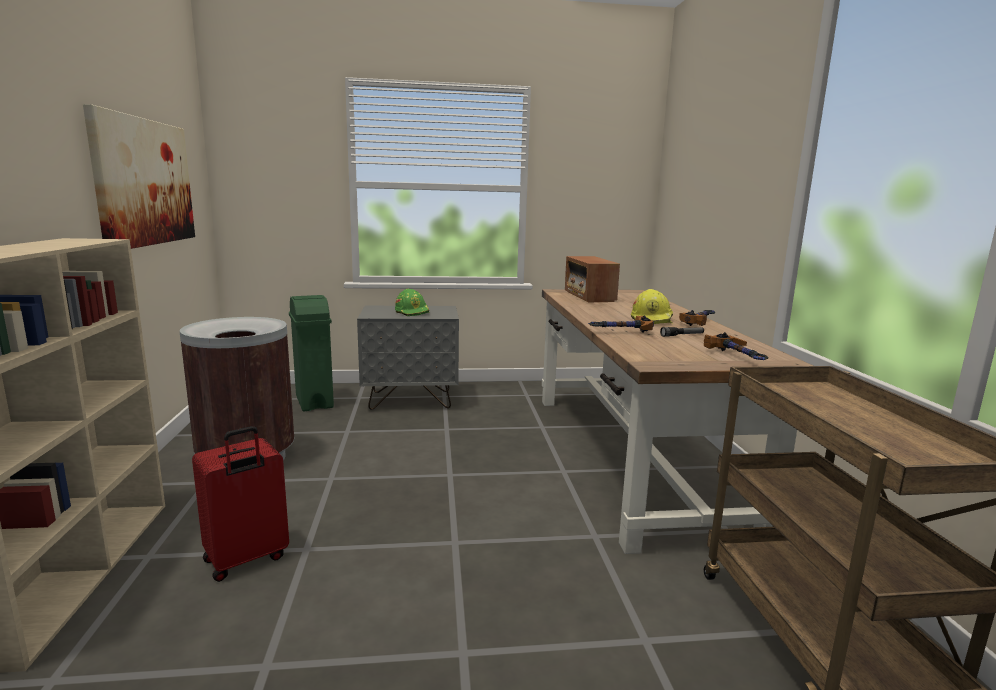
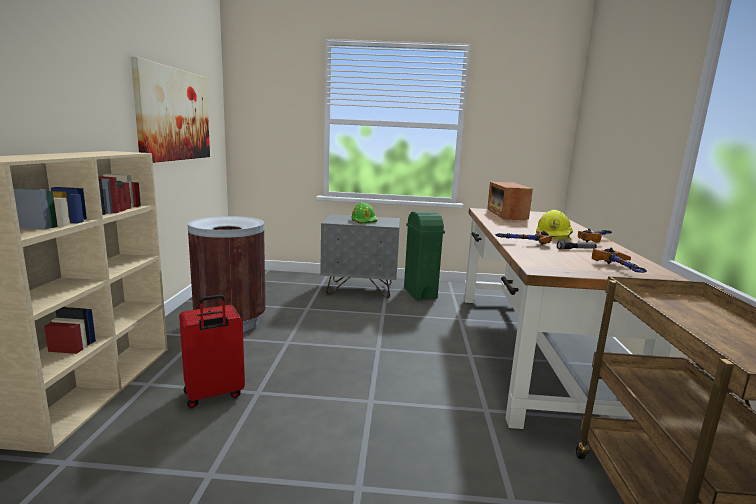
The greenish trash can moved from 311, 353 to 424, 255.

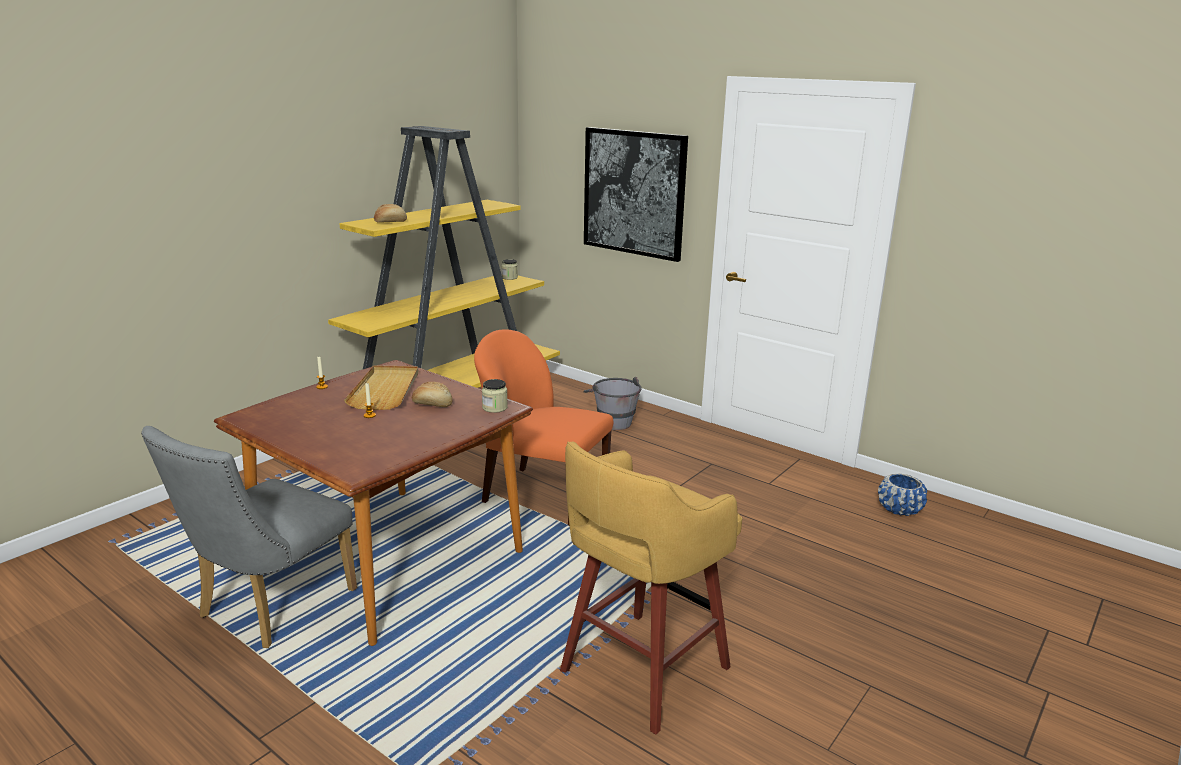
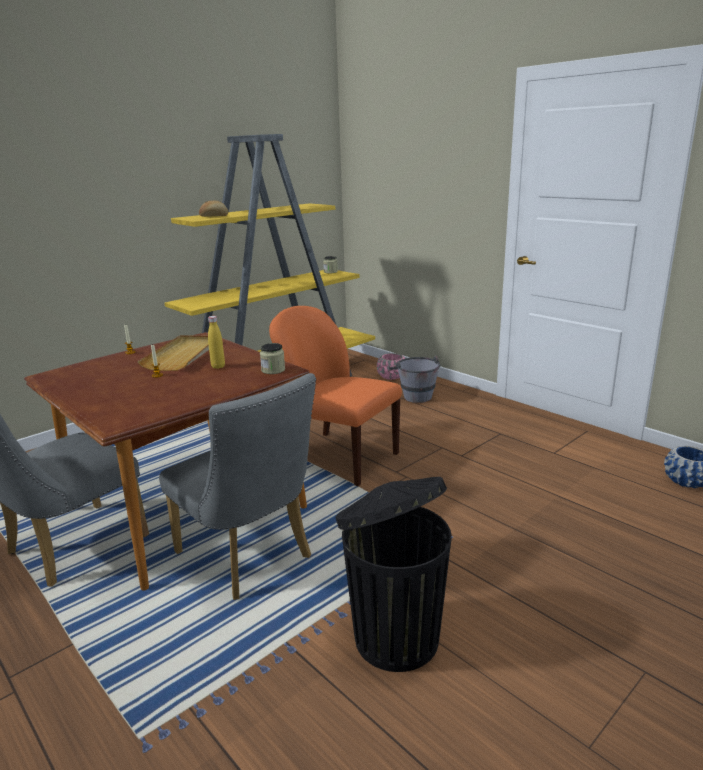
The wall art at 636, 194 disappeared.
The baked bread at 432, 394 was replaced by the yellow beverage bottle at 216, 342.
The yellow sitting stool at 651, 588 was replaced by the black-coloured trash can at 394, 574.
The pinkish flower pot at 391, 366 appeared.
The greyish upright chair at 237, 486 appeared.

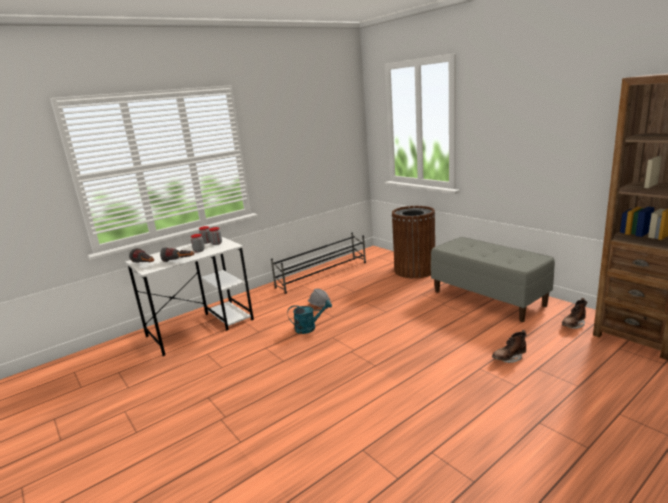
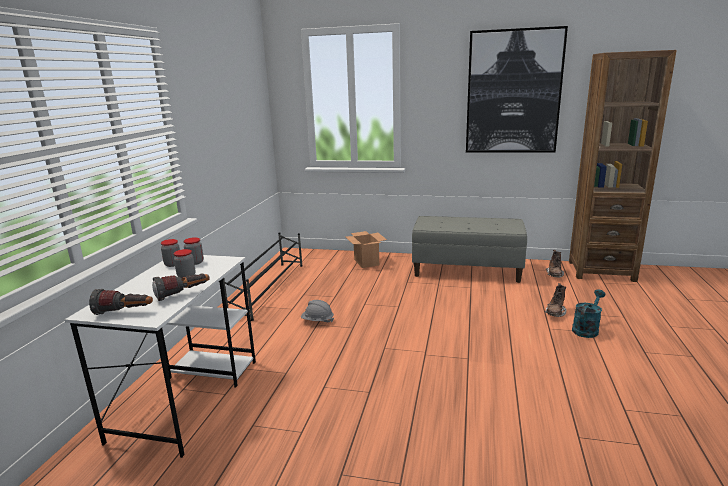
The brown trash can at 413, 242 was replaced by the carton at 366, 249.
The turquoise-coloured watering pot moved from 309, 317 to 589, 313.
The wall art at 517, 89 appeared.

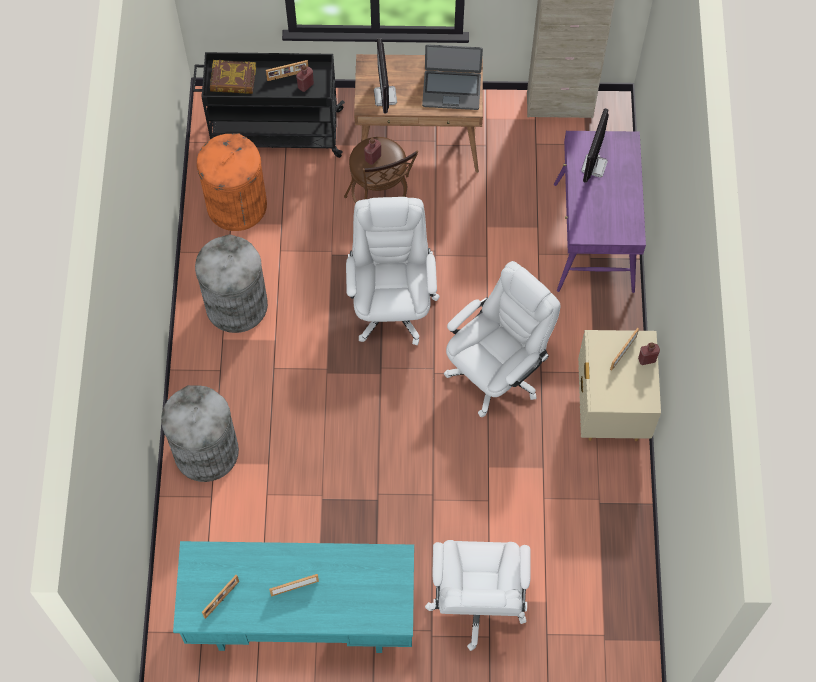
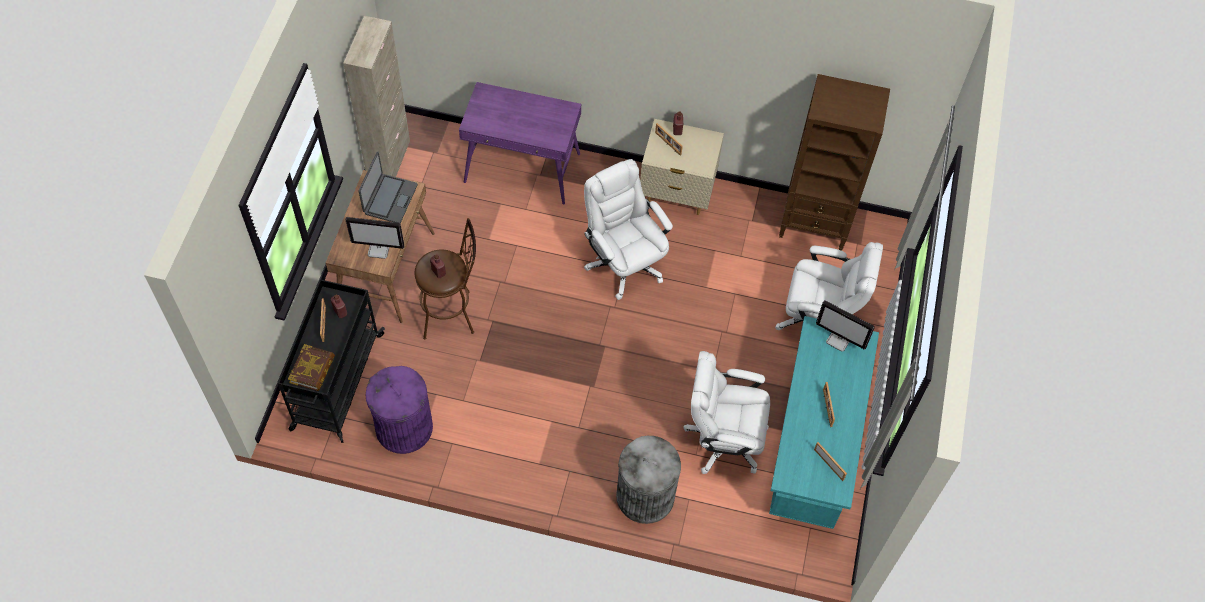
The monitor moved from 595, 145 to 845, 326.
The orange trash can at 232, 182 became the purplish trash can at 399, 410.
The white-coloured office chair moved from 393, 271 to 727, 412.
The greyish trash can at 231, 283 disappeared.
The brown bookshelf at 834, 162 appeared.

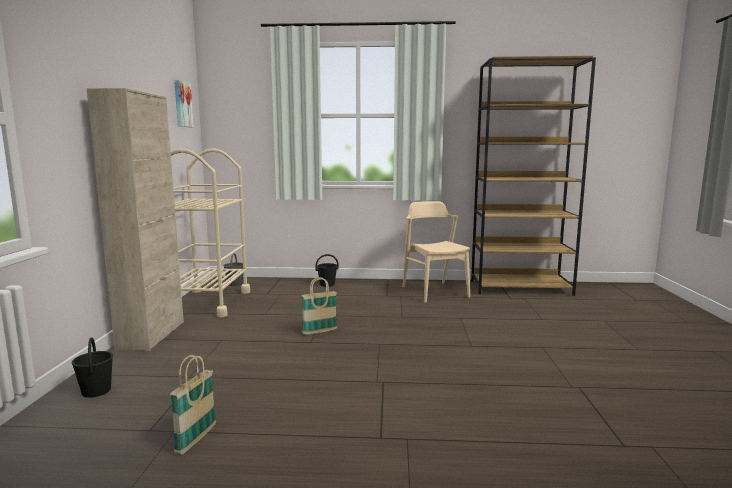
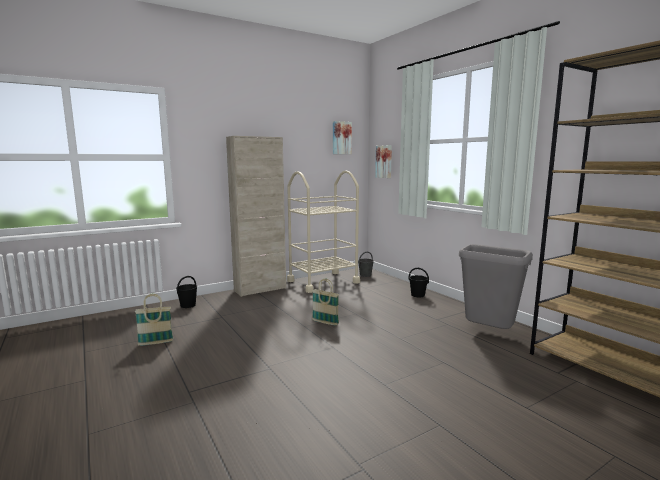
The beige upright chair at 436, 252 was replaced by the greyish trash can at 496, 286.
The wall art at 383, 161 appeared.

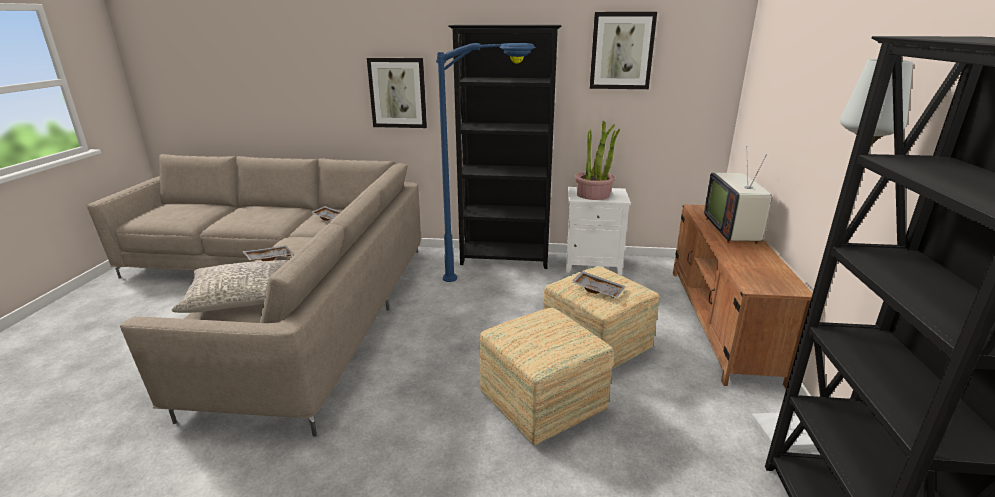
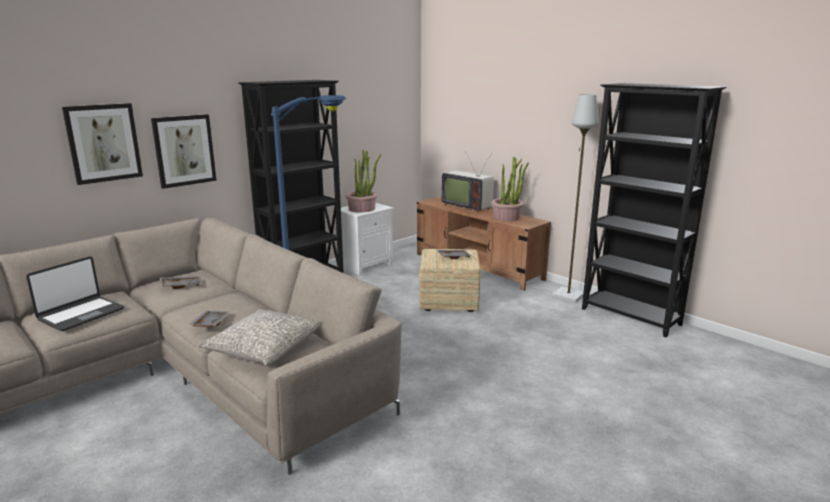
The wall art moved from 623, 50 to 102, 144.
The ottoman at 546, 376 disappeared.
The houseplant at 510, 189 appeared.
The notebook computer at 75, 293 appeared.

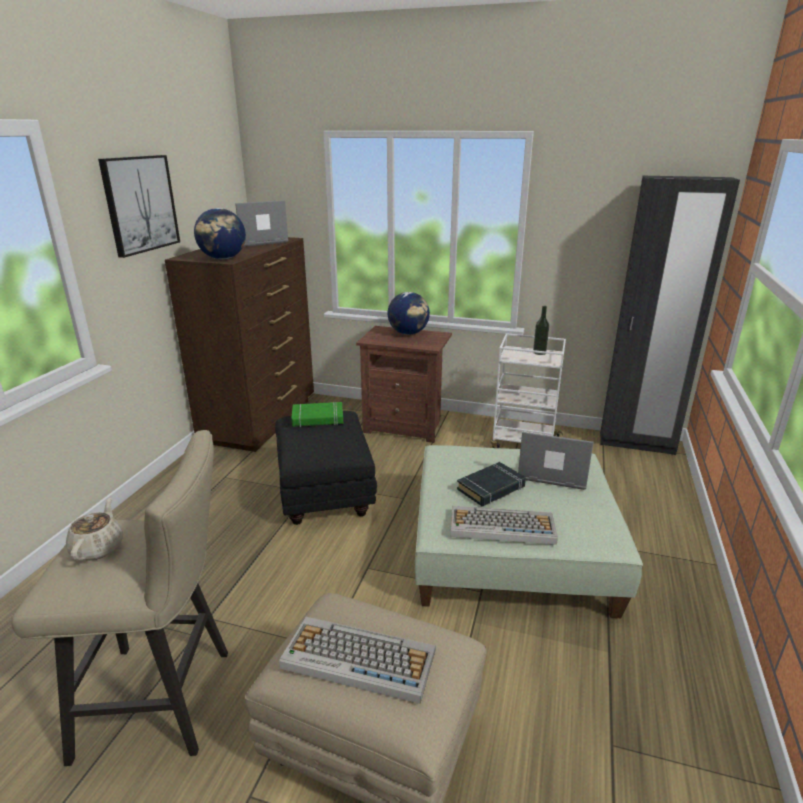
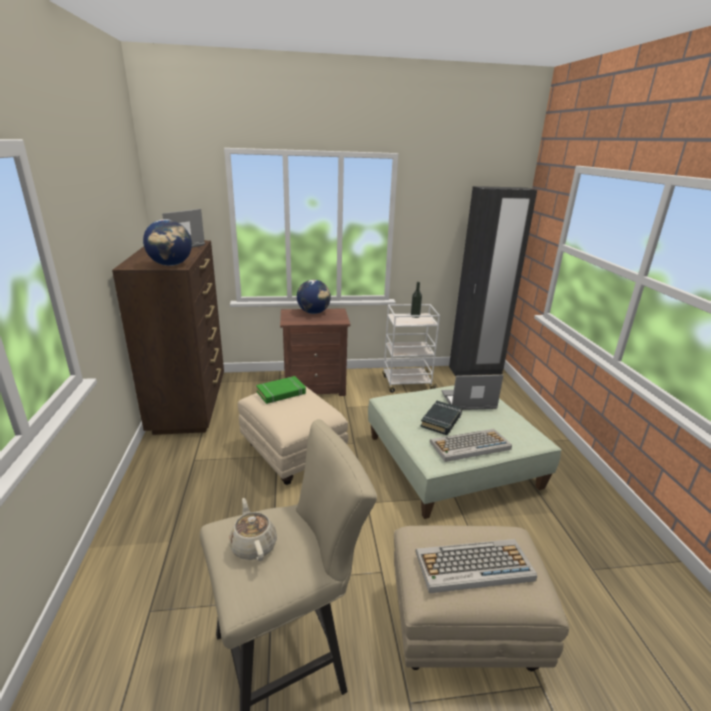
The wall art at 139, 206 disappeared.
The black-coloured ottoman at 326, 468 became the beige ottoman at 293, 434.

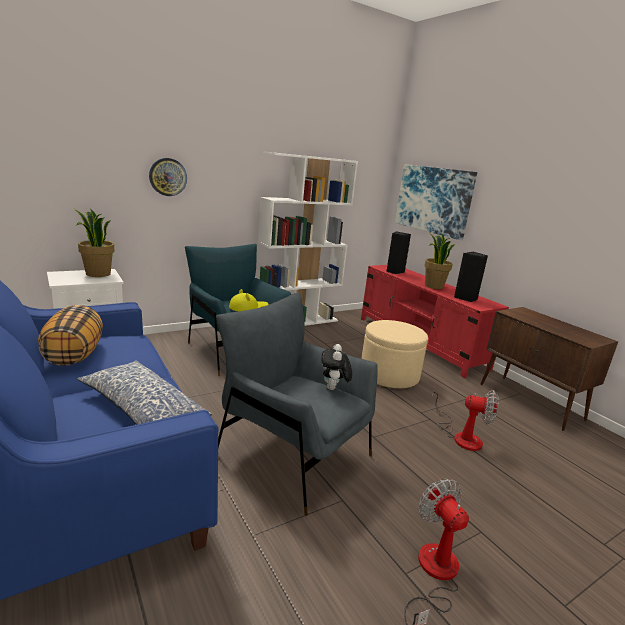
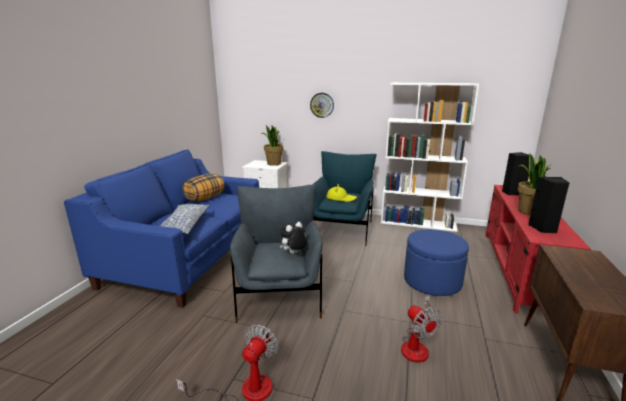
The wall art at 436, 202 disappeared.
The beige ottoman at 394, 354 became the bluish ottoman at 436, 262.

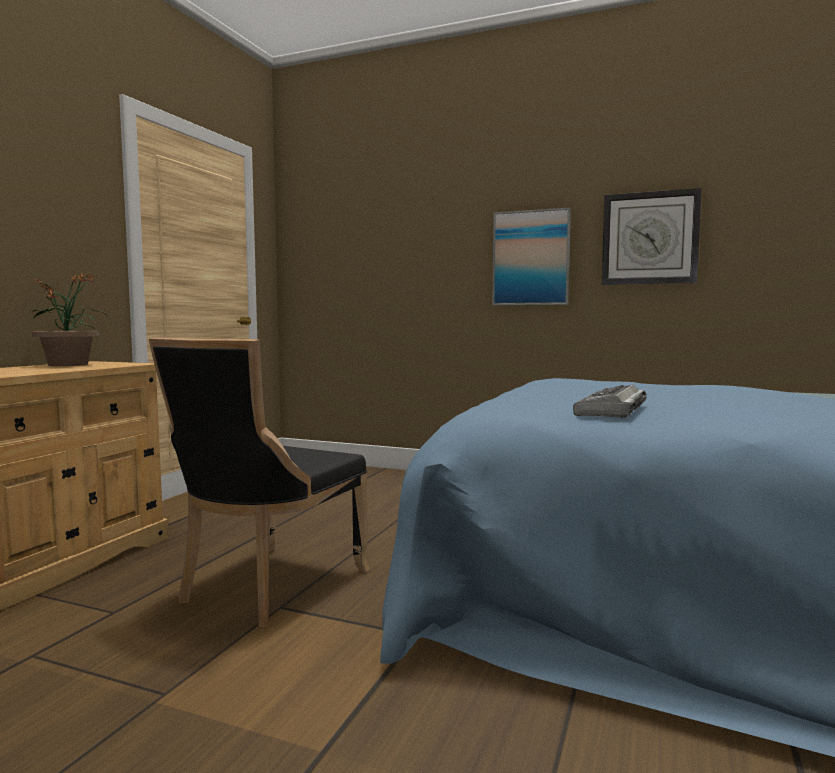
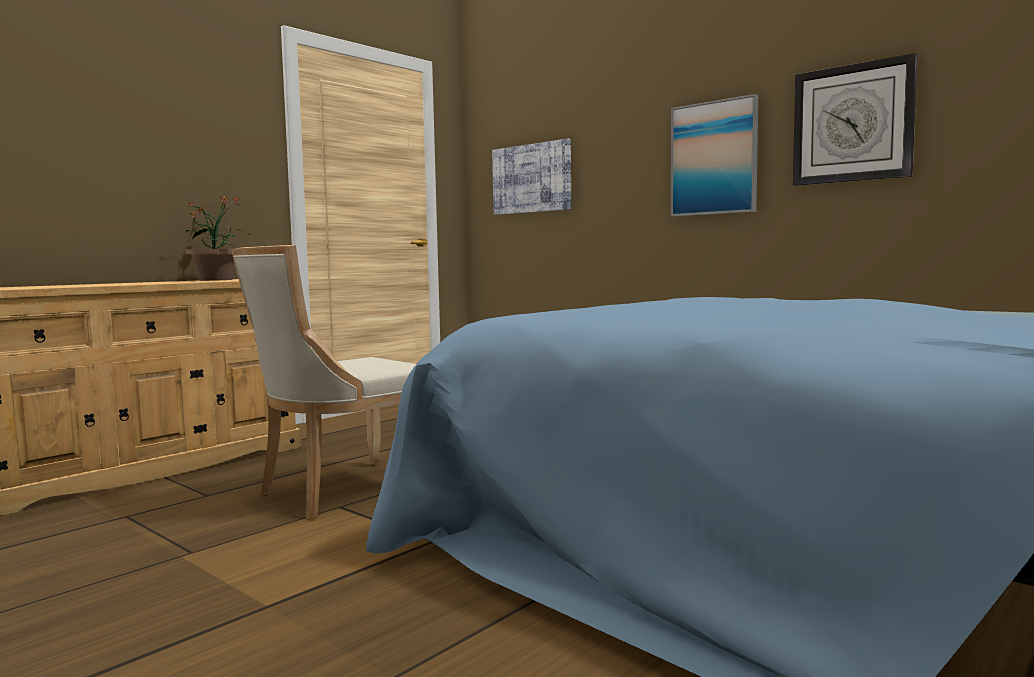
The black-coloured upright chair at 259, 482 became the beige upright chair at 323, 382.
The PC keyboard at 610, 401 disappeared.
The wall art at 531, 177 appeared.

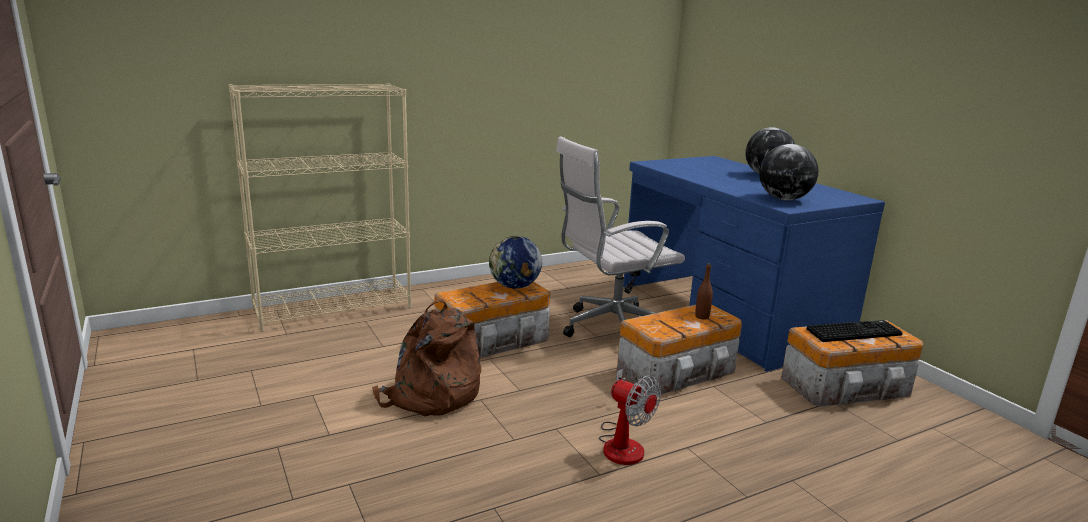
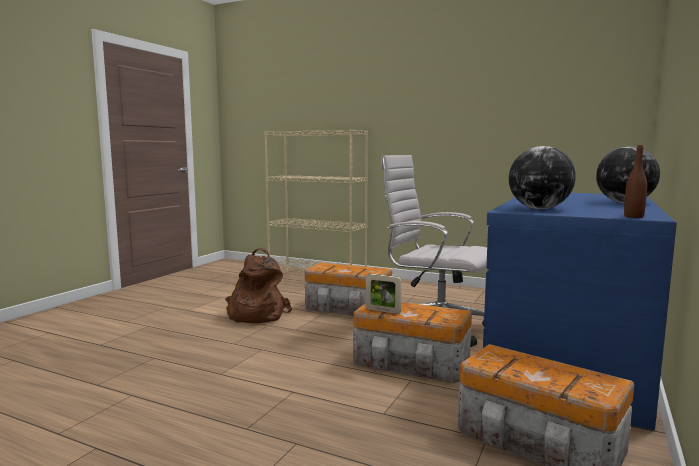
The globe at 515, 262 disappeared.
The brown beverage bottle moved from 704, 291 to 635, 181.
The PC keyboard at 855, 331 disappeared.
The electric fan at 630, 417 disappeared.
The photo frame at 384, 294 appeared.

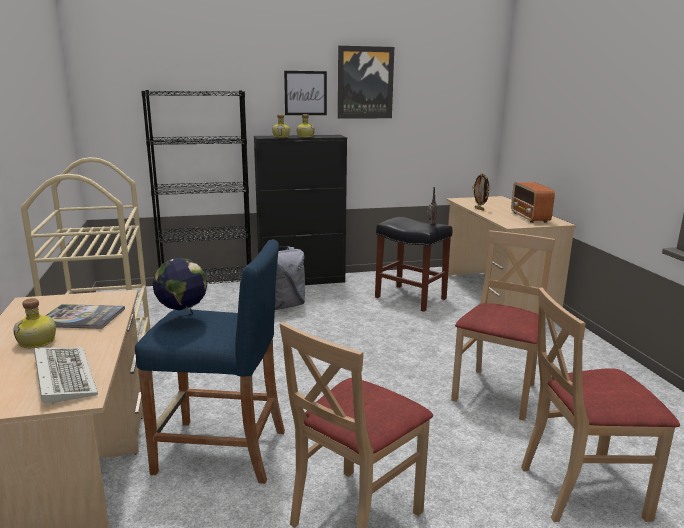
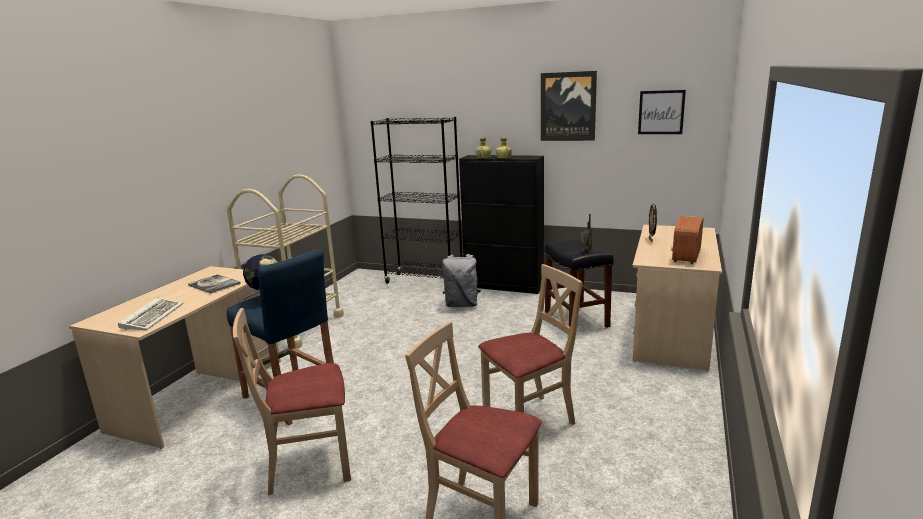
The wall art moved from 305, 93 to 662, 112.
The beverage bottle at 35, 323 disappeared.

